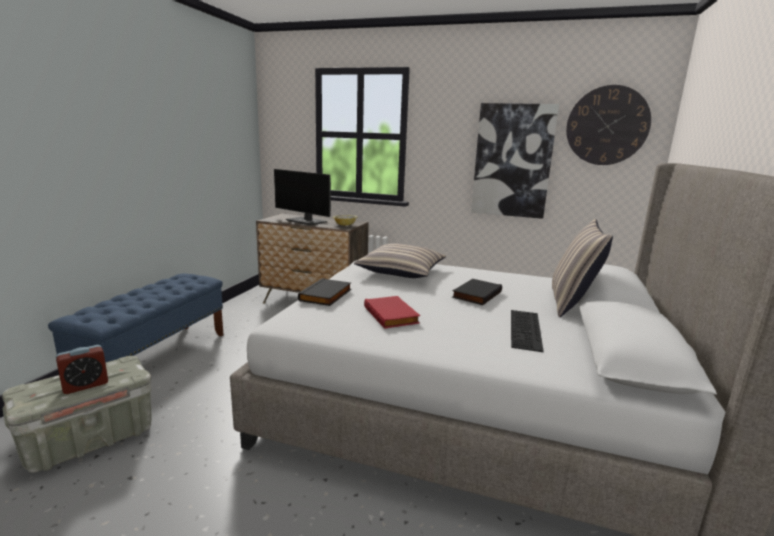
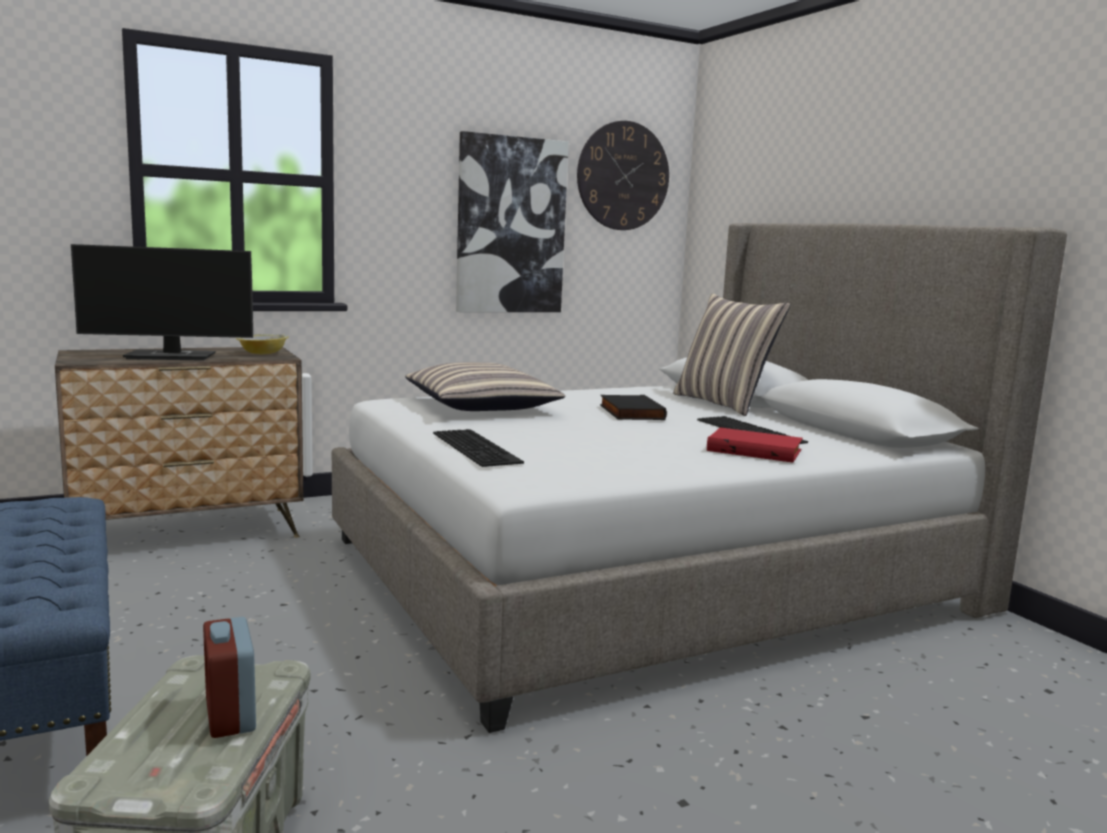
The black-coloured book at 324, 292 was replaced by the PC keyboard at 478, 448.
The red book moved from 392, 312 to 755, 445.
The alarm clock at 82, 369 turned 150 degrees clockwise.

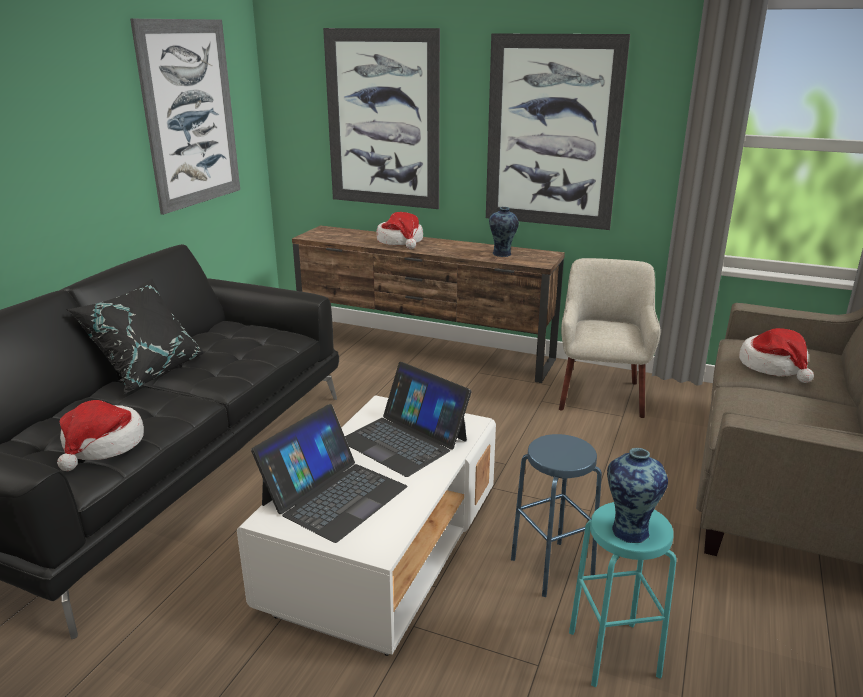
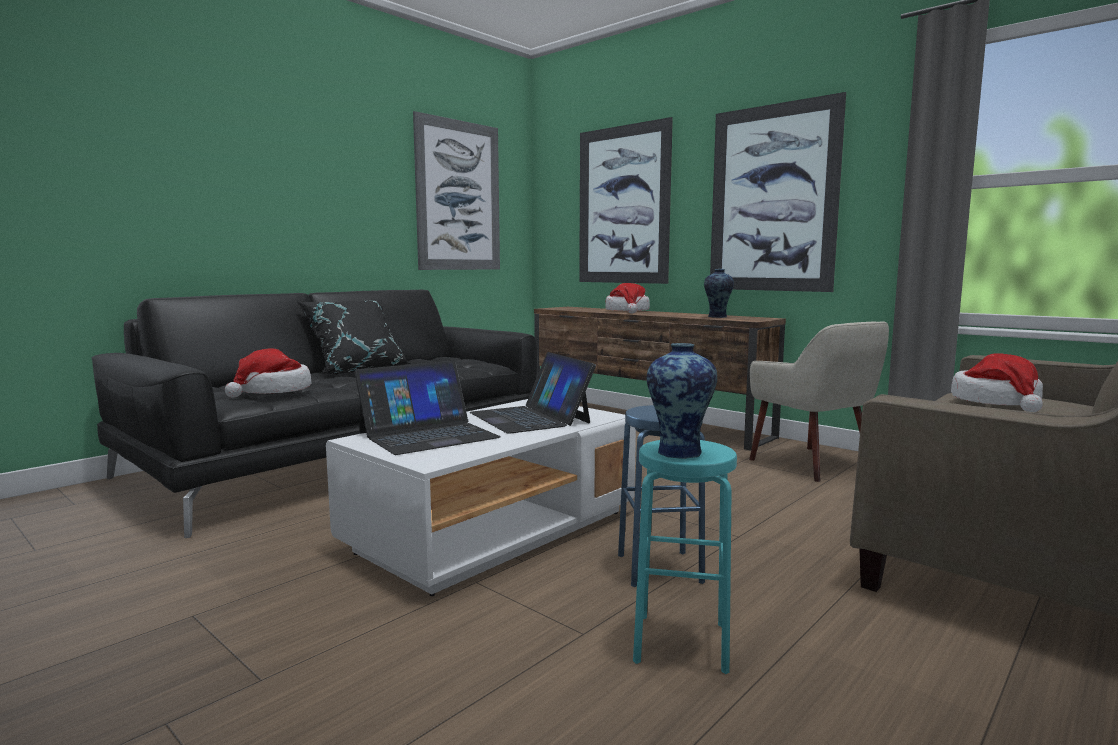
The beige armchair at 610, 338 turned 120 degrees clockwise.

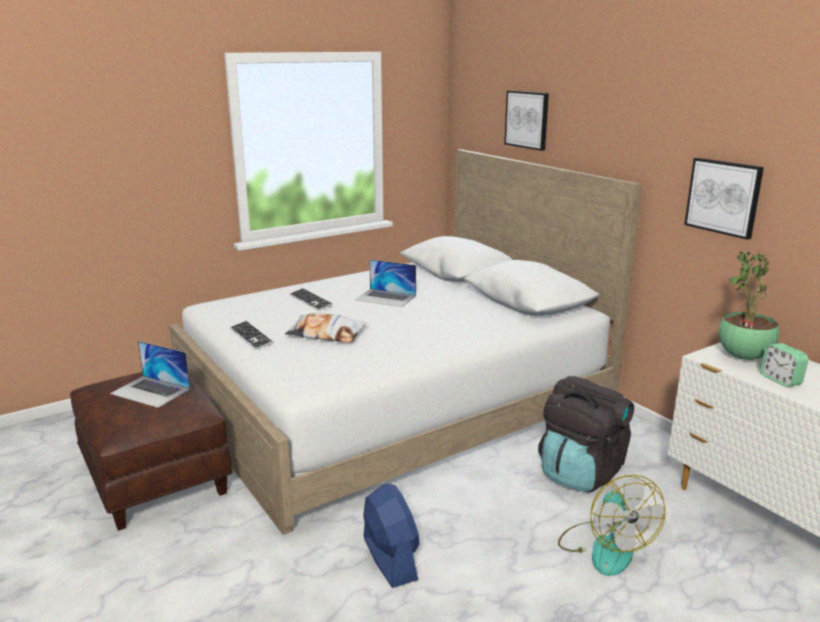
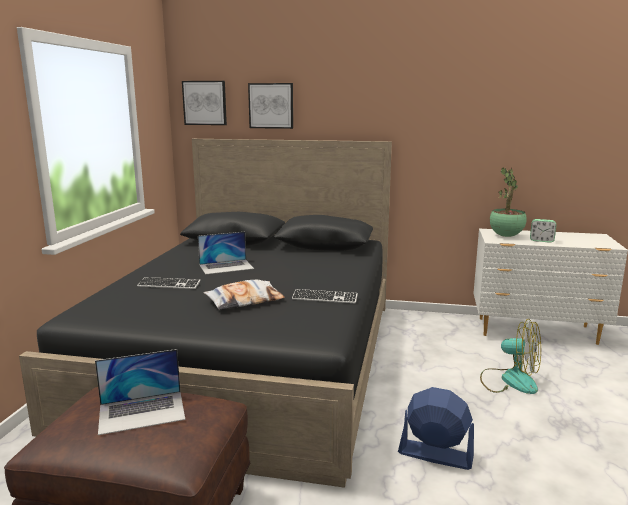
The white-coloured bed at 405, 342 became the black-coloured bed at 205, 313.
The wall art moved from 724, 199 to 204, 103.
The PC keyboard moved from 252, 335 to 325, 296.
The black-coloured knapsack at 586, 434 disappeared.

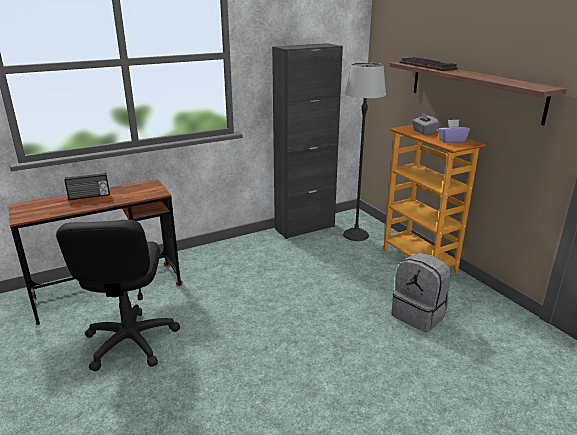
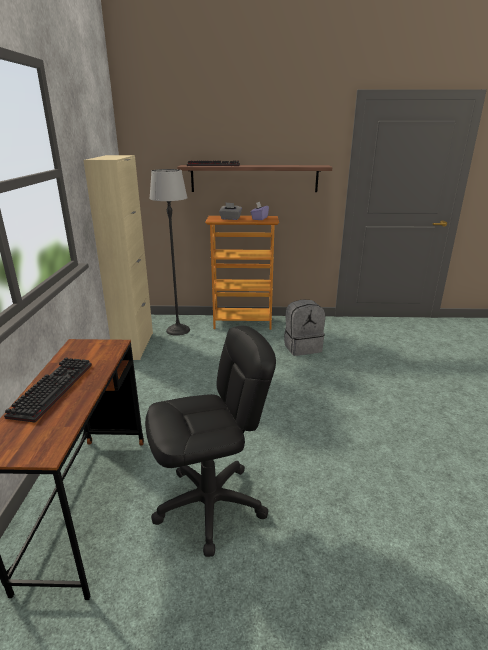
The black-coloured cabinet at 307, 141 became the beige cabinet at 118, 257.
The radio at 87, 186 was replaced by the PC keyboard at 48, 389.
The black-coloured office chair at 118, 296 turned 45 degrees counterclockwise.

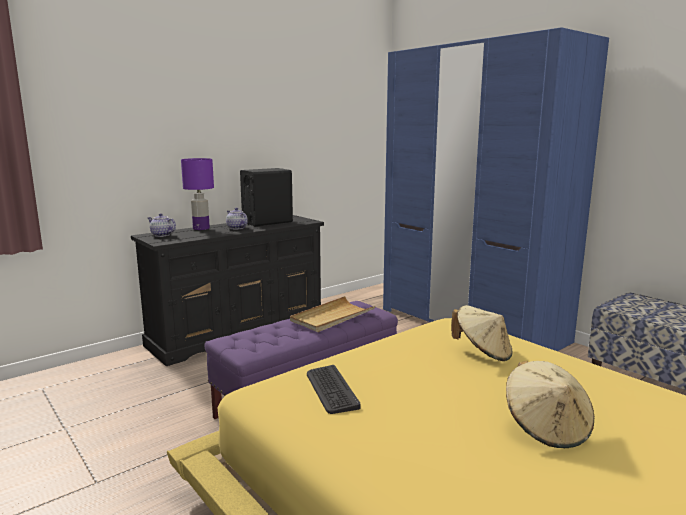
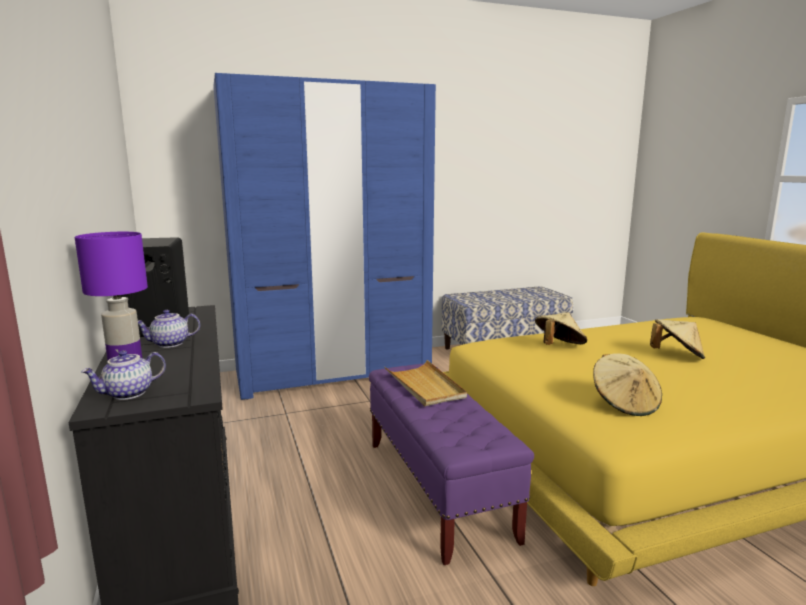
The PC keyboard at 333, 389 was replaced by the beige clothing hat at 627, 384.

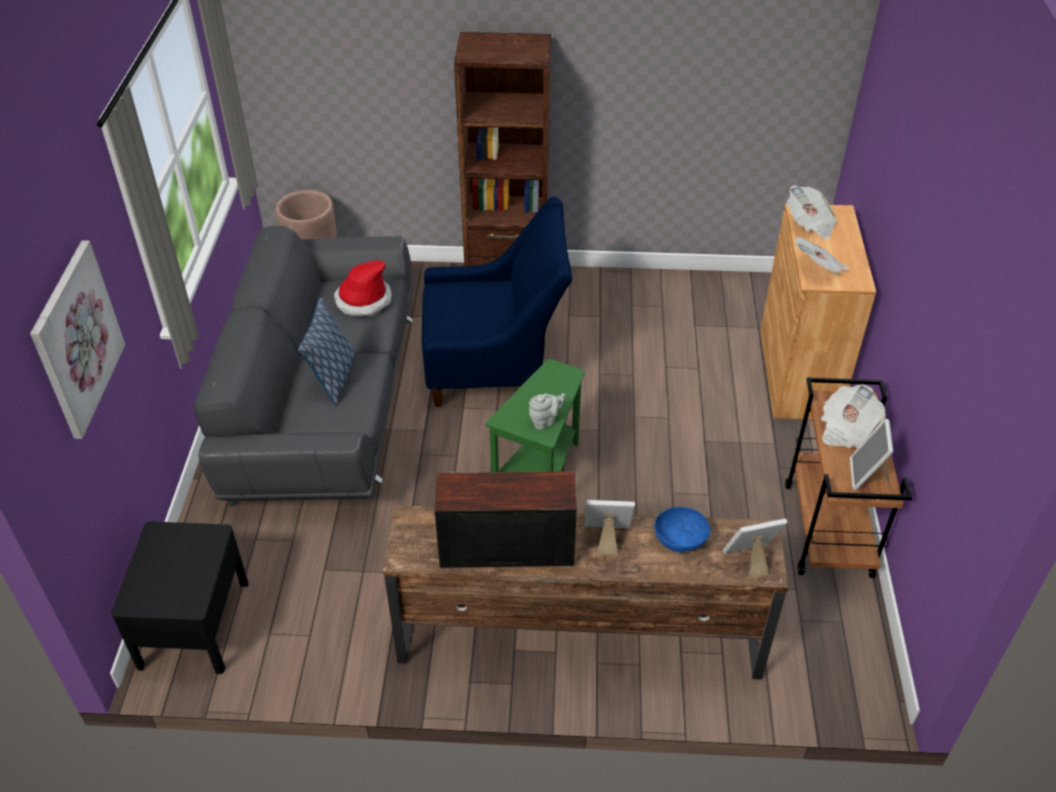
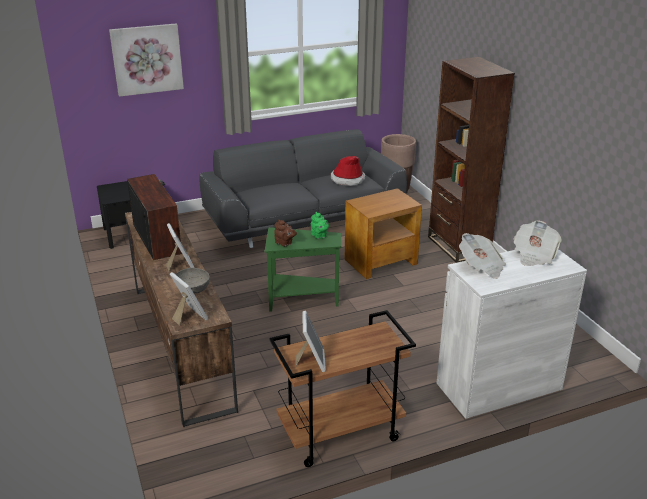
The bluish armchair at 497, 302 was replaced by the brown side table at 383, 233.
The brown cabinet at 818, 311 became the white-coloured cabinet at 511, 334.
The cushion at 326, 351 disappeared.
The newspaper at 853, 417 disappeared.
The greyish pot for tea at 547, 411 became the brown pot for tea at 285, 233.
The photo frame at 871, 454 turned 105 degrees clockwise.
The bluish serving bowl at 682, 529 became the greyish serving bowl at 192, 281.
The greenish pot for tea at 320, 225 appeared.

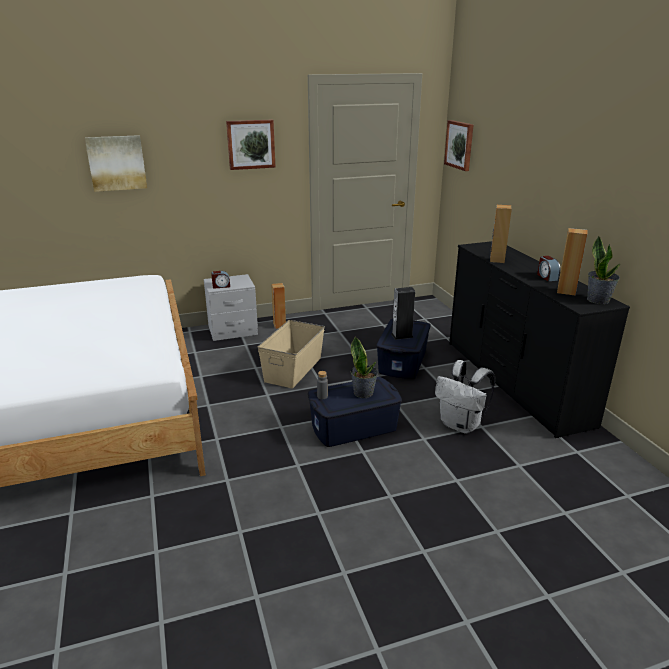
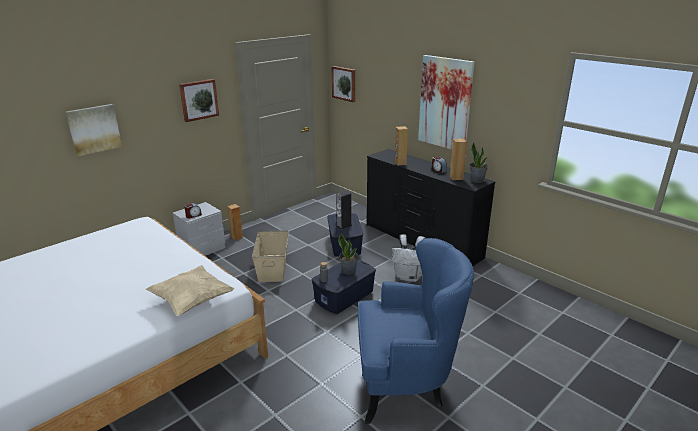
The wall art at 446, 102 appeared.
The bluish armchair at 416, 331 appeared.
The beige cushion at 190, 290 appeared.

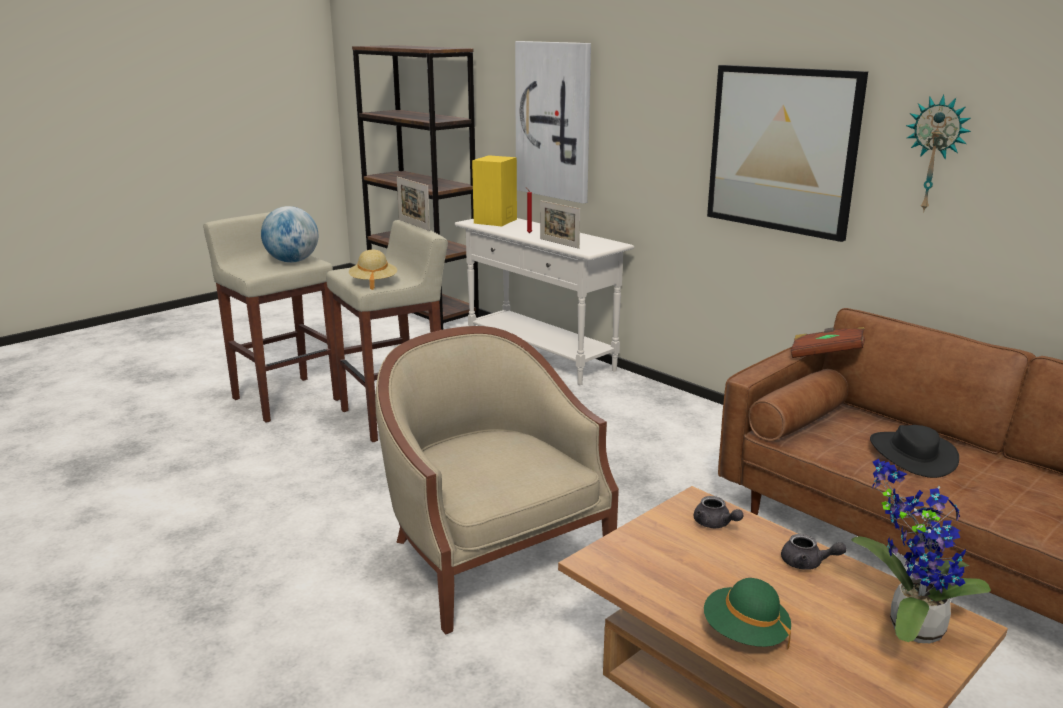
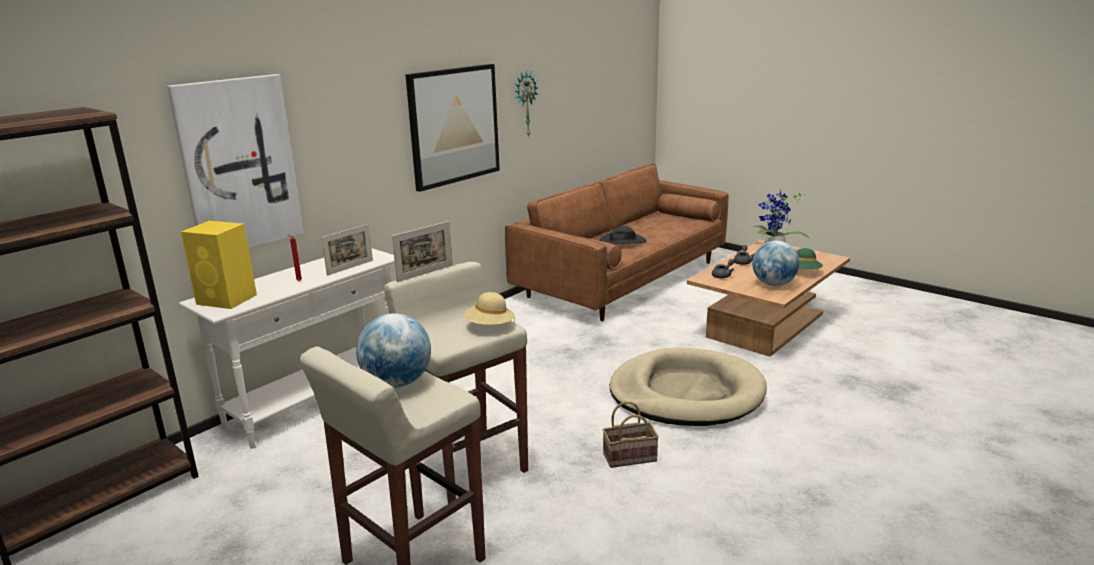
The beige armchair at 497, 480 was replaced by the beige dog bed at 688, 386.
The brown book at 828, 342 disappeared.
The globe at 776, 263 appeared.
The basket at 630, 434 appeared.

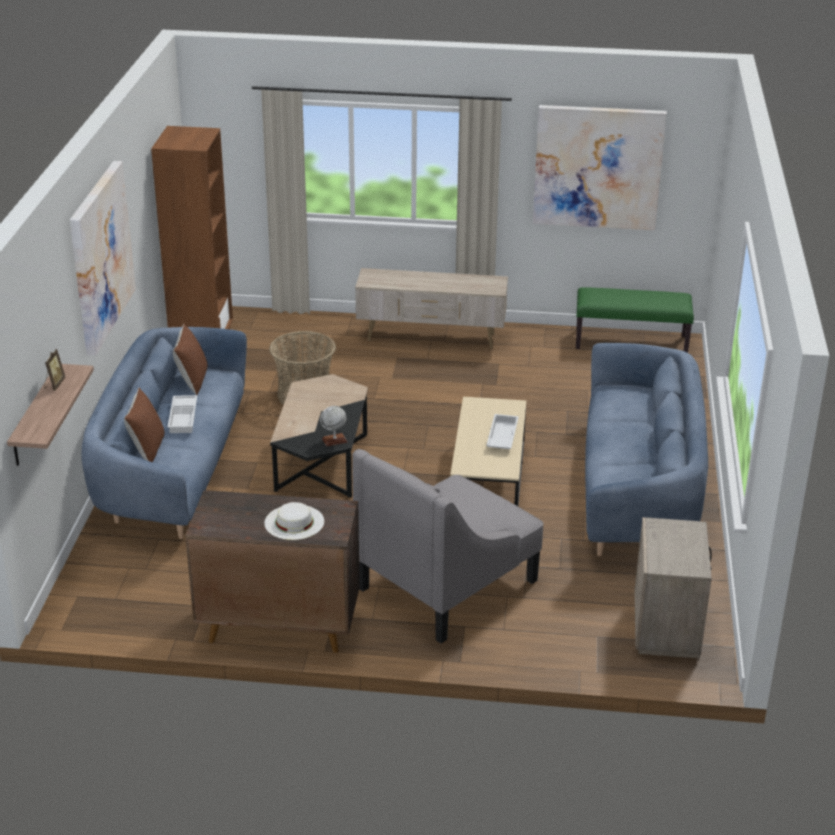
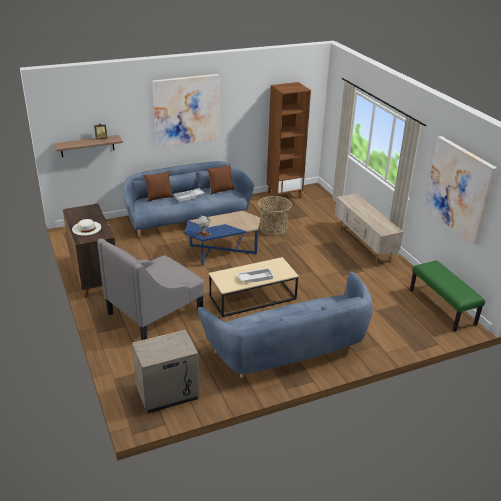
The black-coloured low table at 319, 436 became the bluish low table at 222, 238.
The greyish armchair at 448, 546 turned 60 degrees counterclockwise.

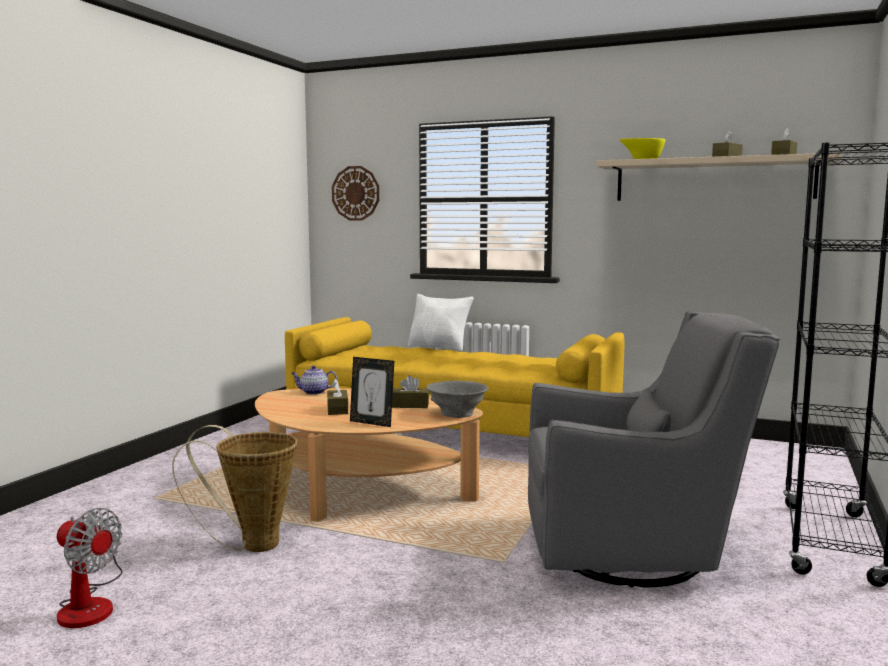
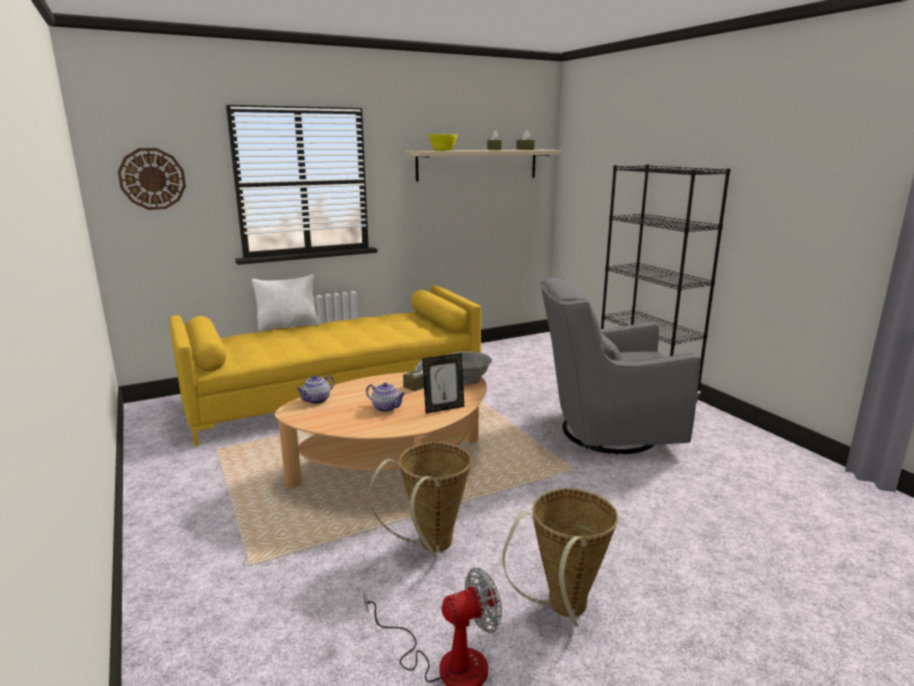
The greyish armchair at 654, 449 turned 135 degrees counterclockwise.
The brown box of tissues at 337, 397 was replaced by the pot for tea at 385, 397.
The basket at 560, 557 appeared.

